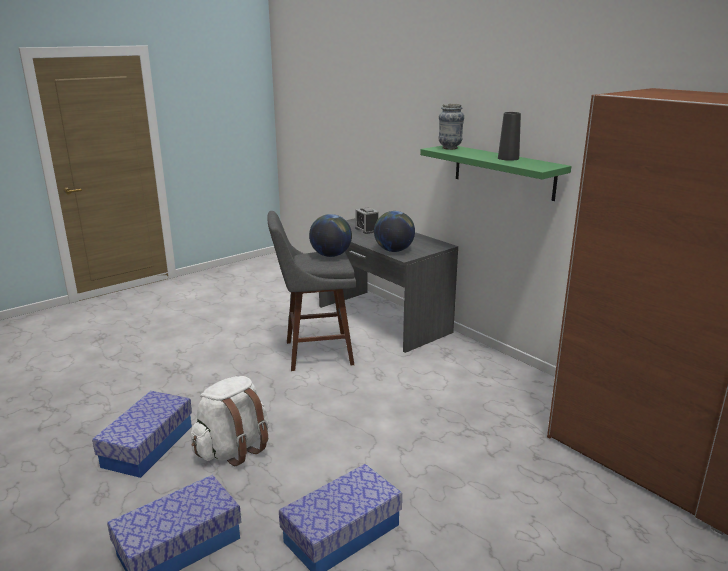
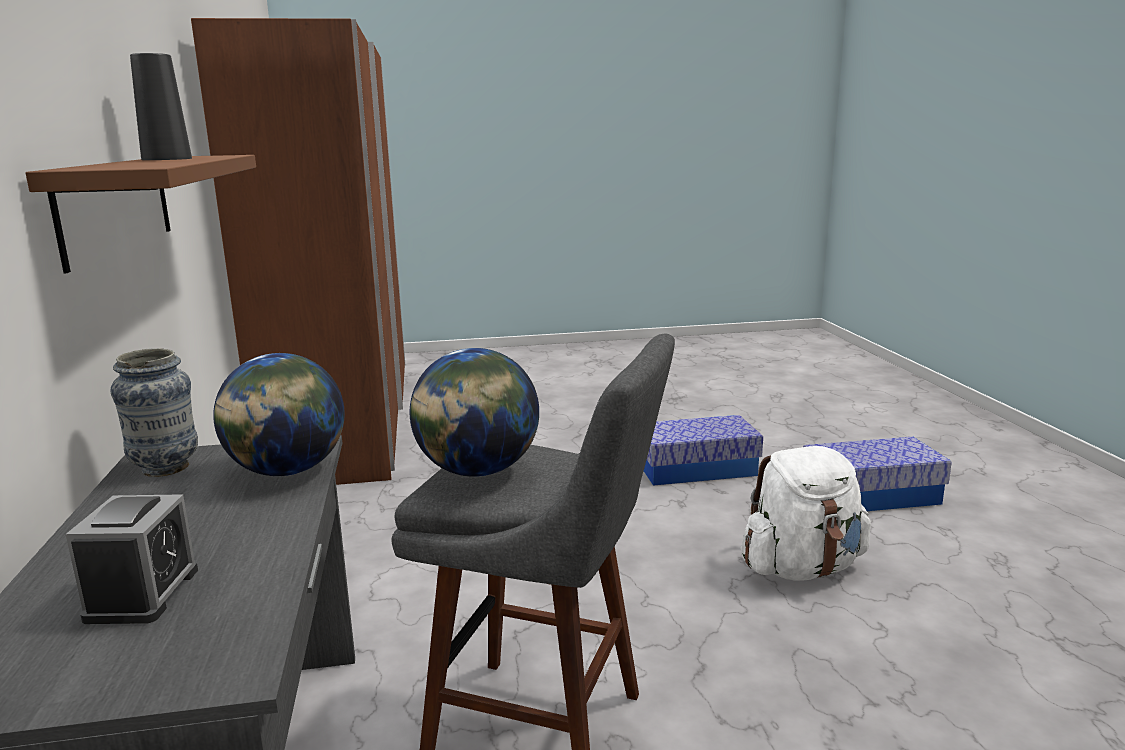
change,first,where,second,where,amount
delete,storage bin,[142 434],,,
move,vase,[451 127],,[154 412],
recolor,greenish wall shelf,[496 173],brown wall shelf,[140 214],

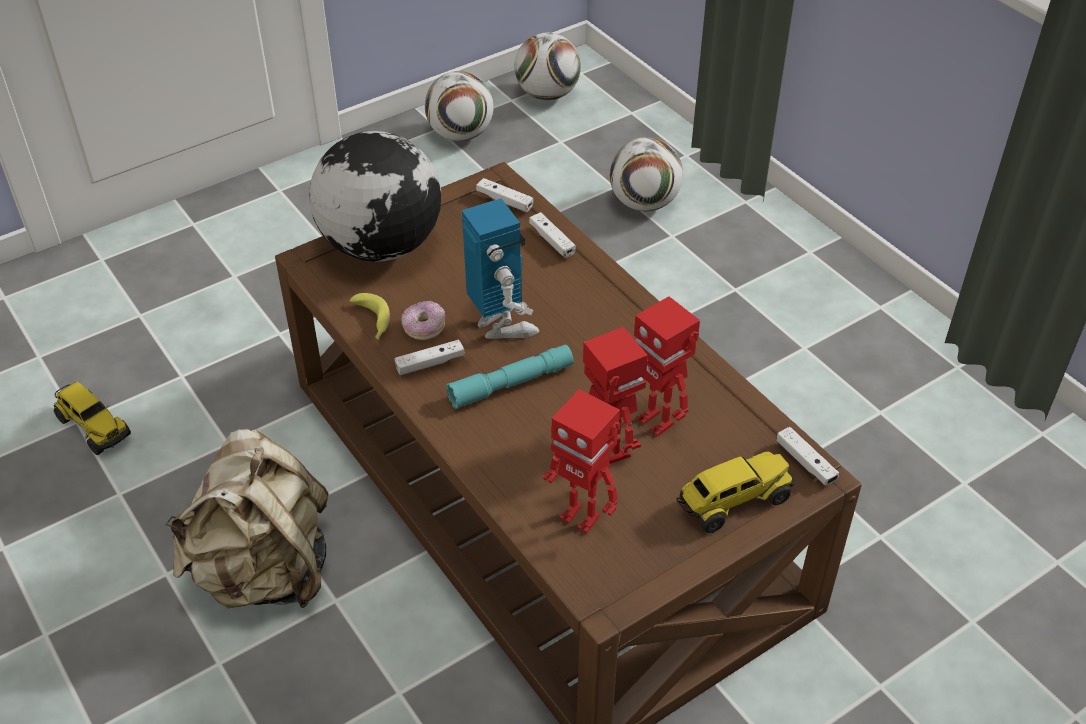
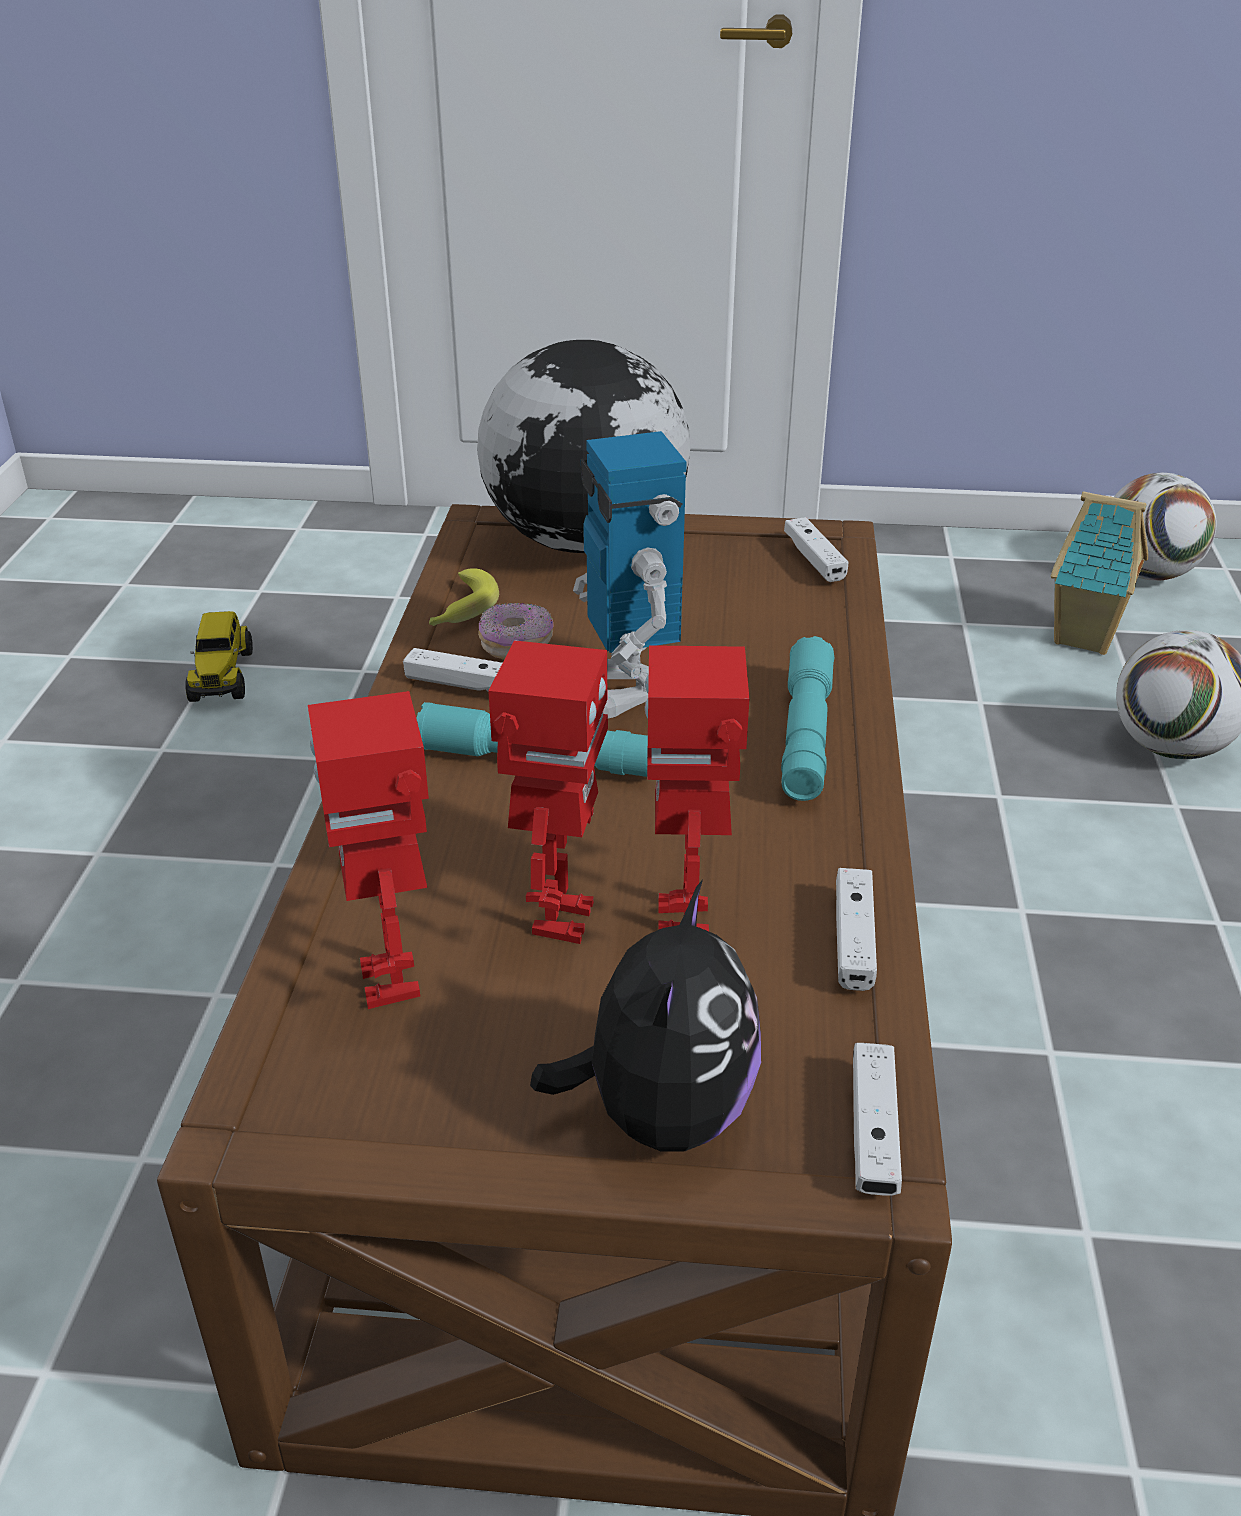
change,first,where,second,where,amount
delete,sand-coloured backpack,[247 518],,,
delete,football ball,[459 106],,,
insert,,,turquoise hand torch,[807 718],
insert,,,toy house,[1099 573],
move,whitish game controller,[552 235],,[856 929],
replace,model truck,[735 492],cuddly toy,[645 1015],
rotate,model robot,[500 268],,[630 575],150 degrees clockwise

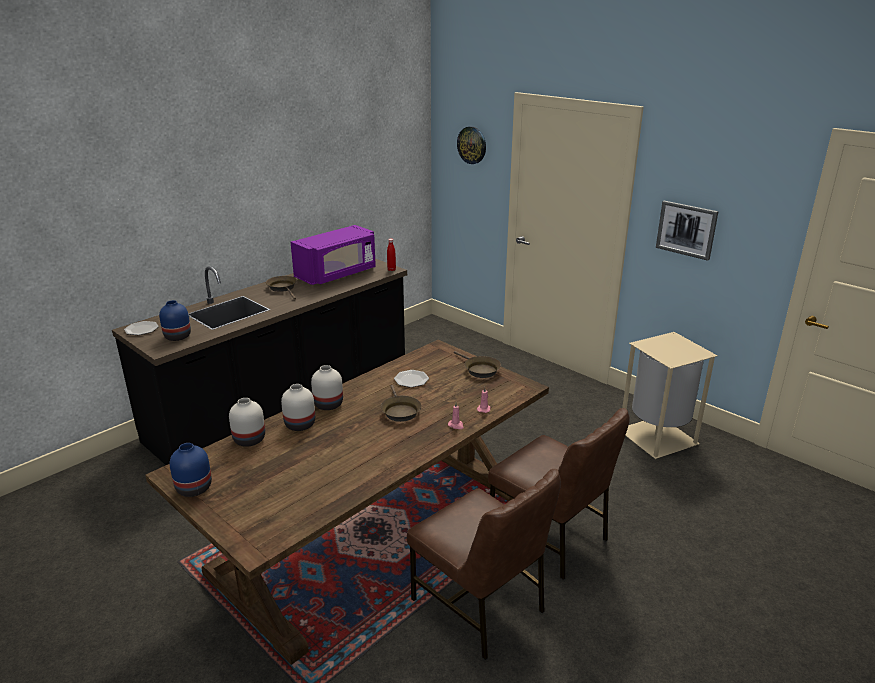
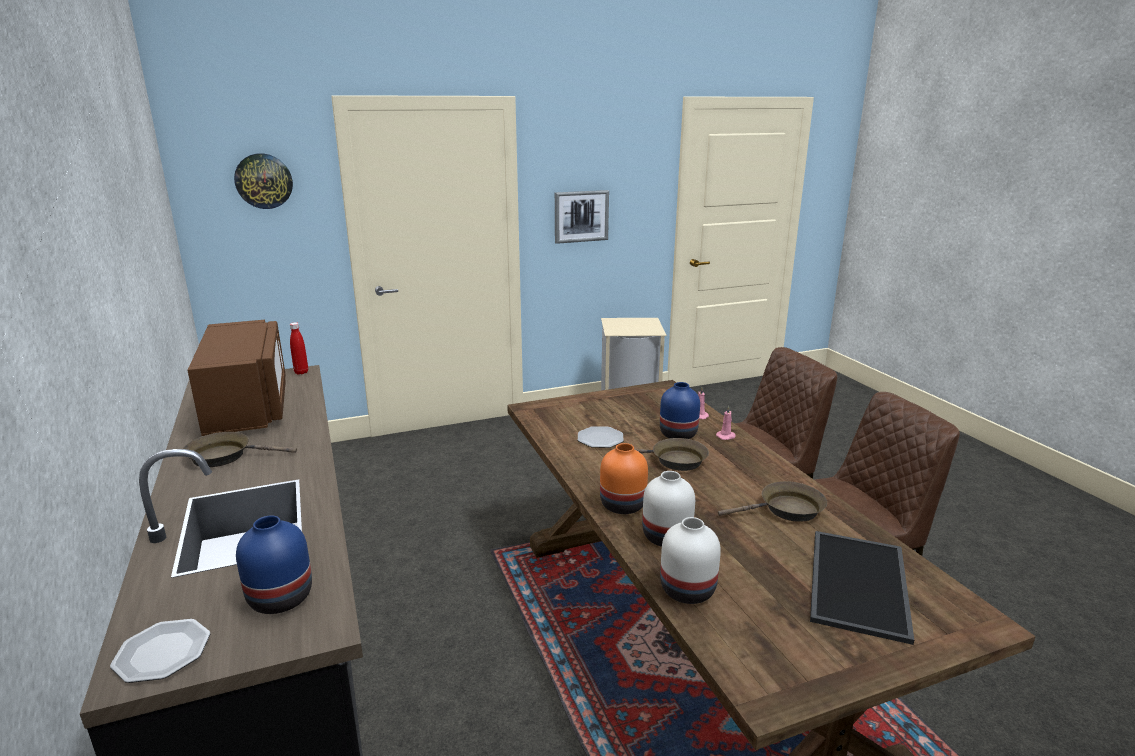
change,first,where,second,where,amount
insert,,,serving tray,[862 588],
move,blue-coloured vase,[191 470],,[680 410],
move,brown skillet,[477 364],,[772 501],
recolor,purple-coloured kitchen microwave,[333 255],brown kitchen microwave,[236 378],
recolor,whitish vase,[327 387],orangey vase,[624 478],

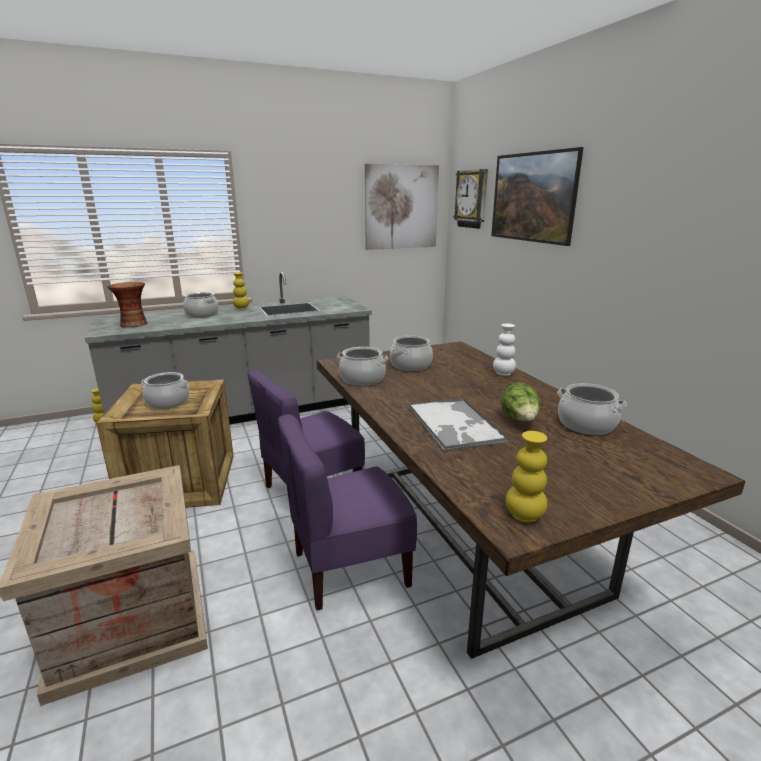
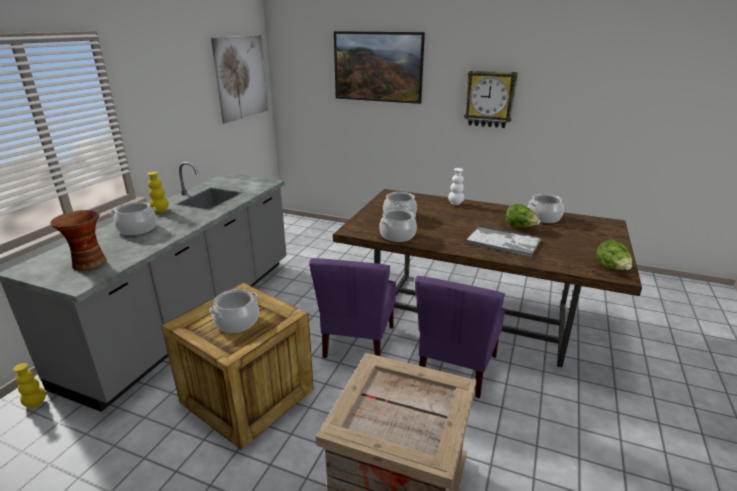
change,first,where,second,where,amount
move,wall clock,[471 199],,[491 99],
replace,yellowish vase,[526 477],lettuce,[614 254],

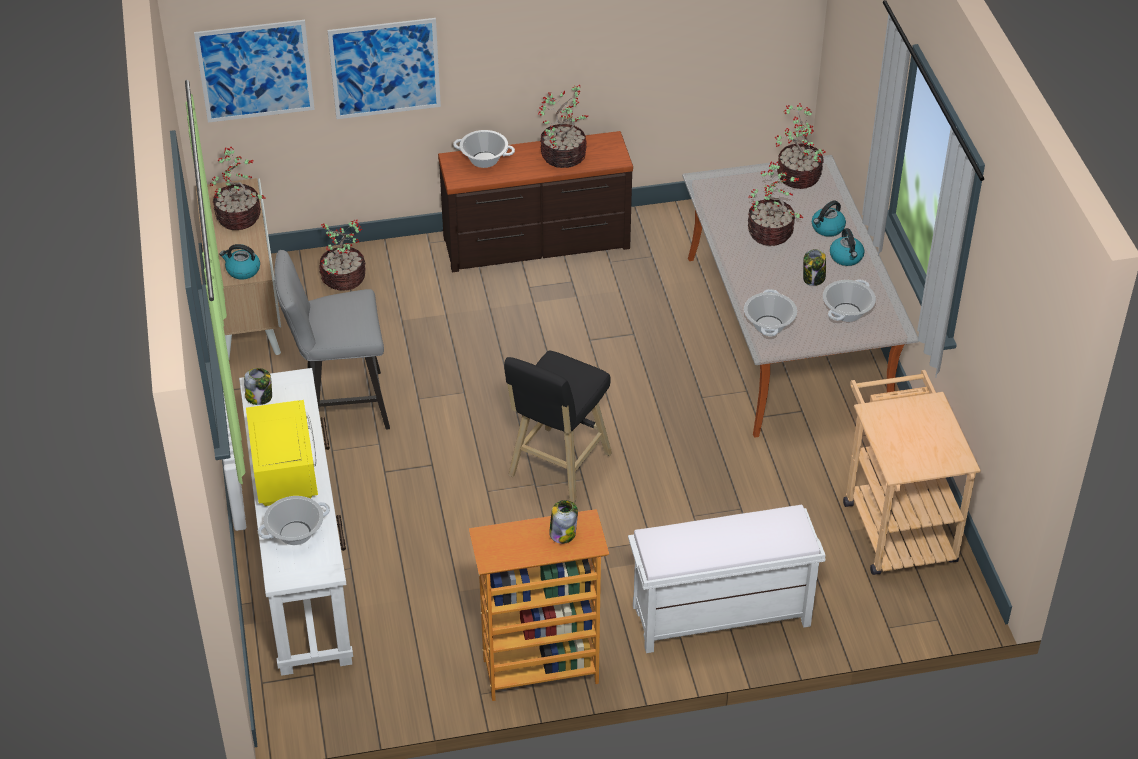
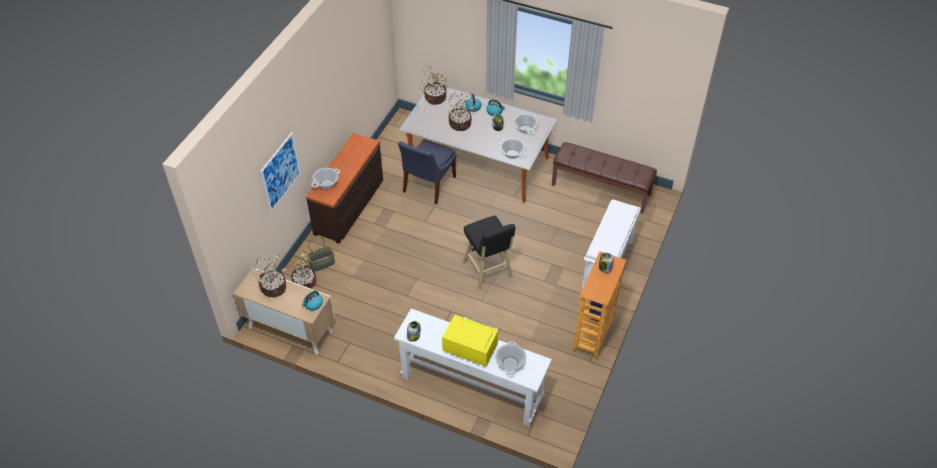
change,first,where,second,where,amount
delete,wall picture,[254 71],,,
delete,gray sitting stool,[332 340],,,
delete,potted plant,[563 126],,,
insert,,,storage basket,[321 254],
insert,,,blue-coloured upright chair,[427 172],
replace,sand-coloured cart,[912 472],brown bench,[604 178],

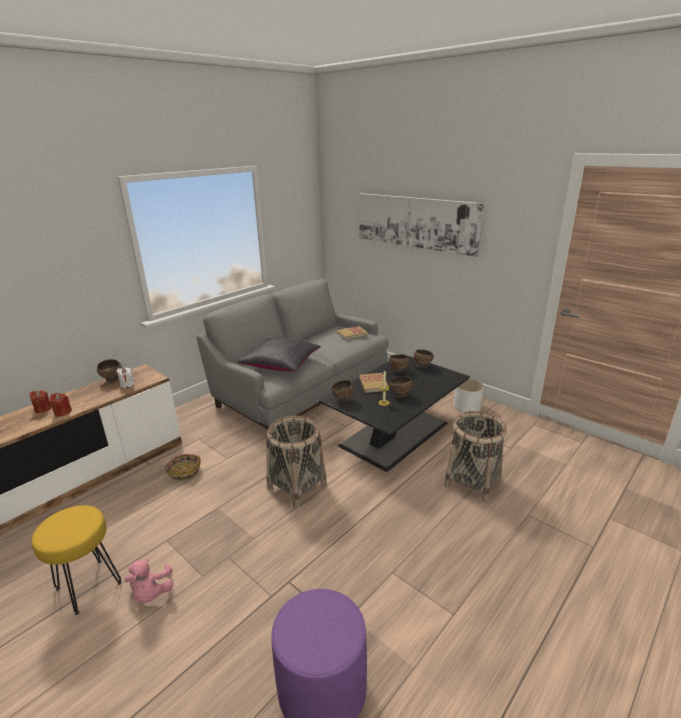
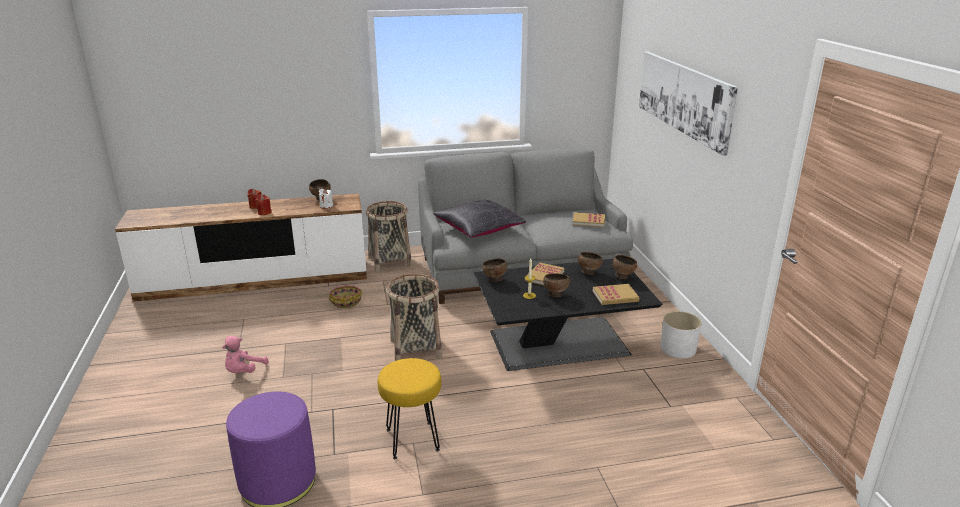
change,first,where,second,where,amount
insert,,,bound book,[616 294],
move,yellowish sitting stool,[77 560],,[409 408],
move,storage basket,[475 457],,[389 236],

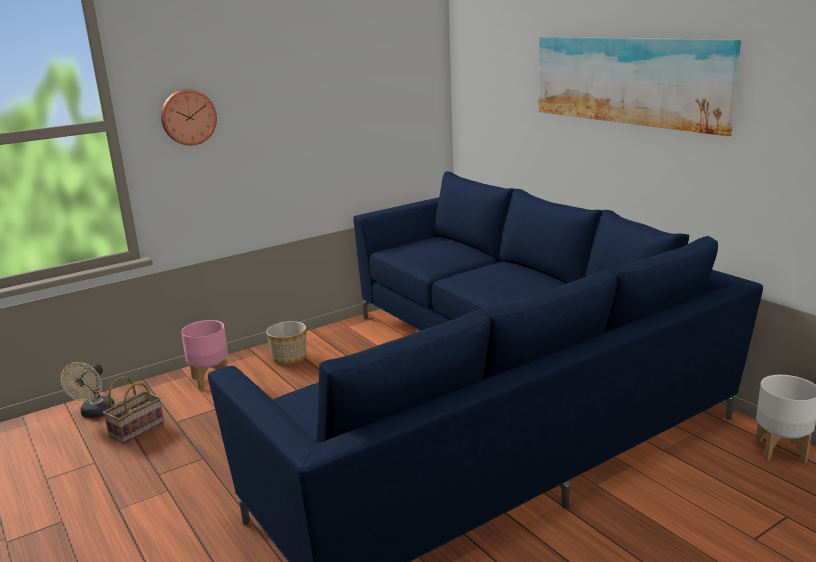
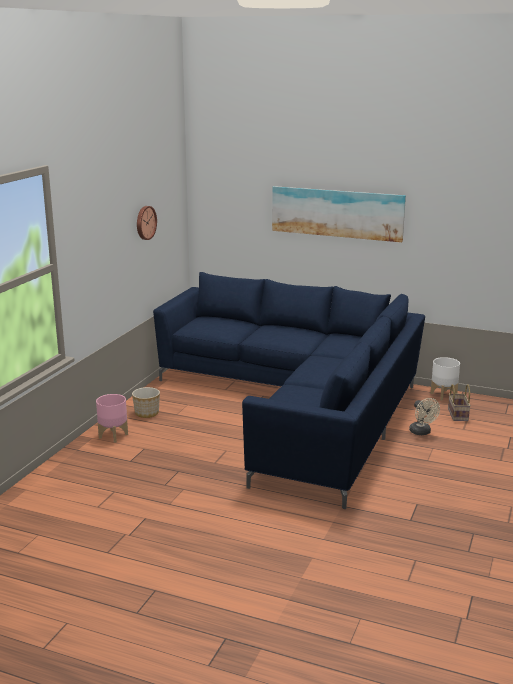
change,first,where,second,where,amount
move,sand-coloured fan,[87 390],,[424 416],
move,storage basket,[133 410],,[459 402],
move,wall clock,[189 117],,[147 223],

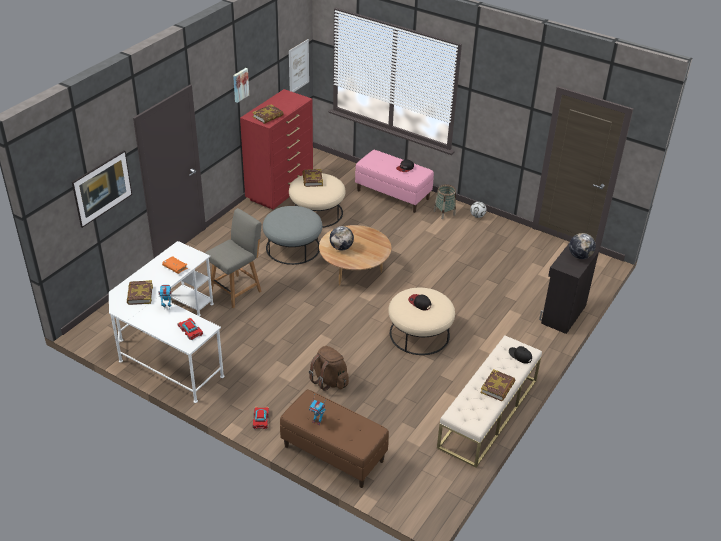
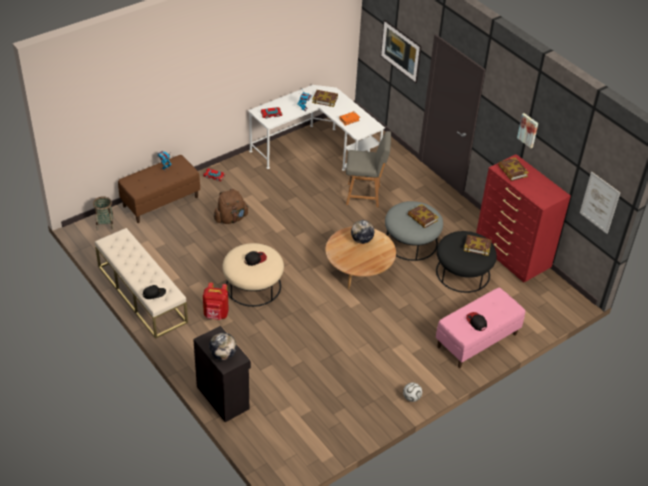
change,first,where,second,where,amount
insert,,,reddish backpack,[216 301],
move,storage basket,[445 201],,[103 213],
move,bound book,[497 385],,[423 216],
recolor,sand-coloured ottoman,[317 200],blackish ottoman,[466 262],
rotate,gray upright chair,[233 258],,[368 169],60 degrees counterclockwise

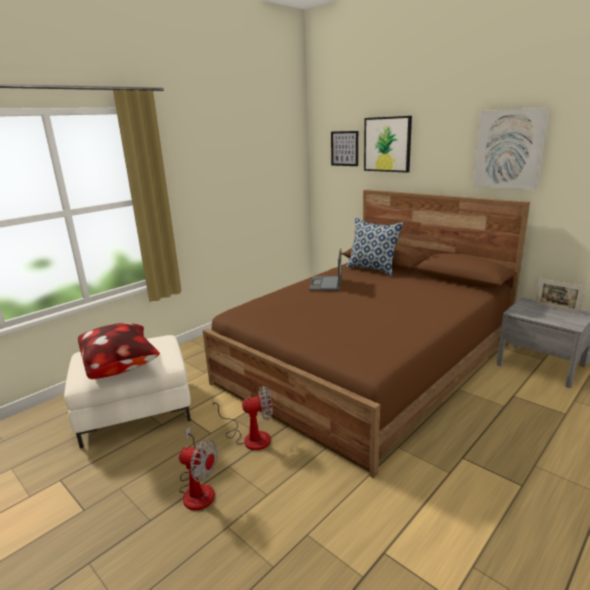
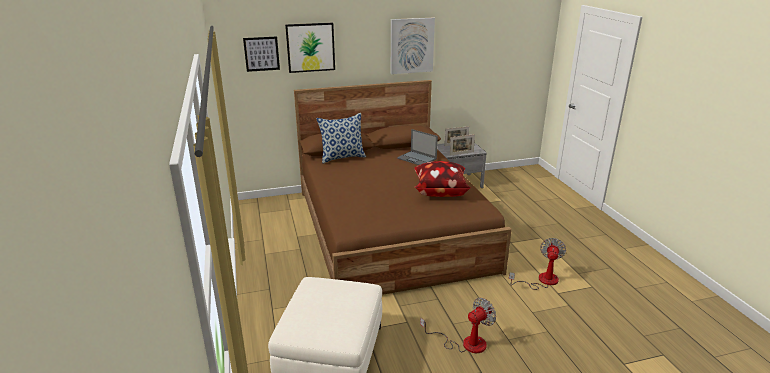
change,first,where,second,where,amount
insert,,,picture frame,[462 145],
move,pillow,[119 351],,[442 179],
move,fan,[242 418],,[537 264],
move,portable computer,[325 270],,[417 147],

